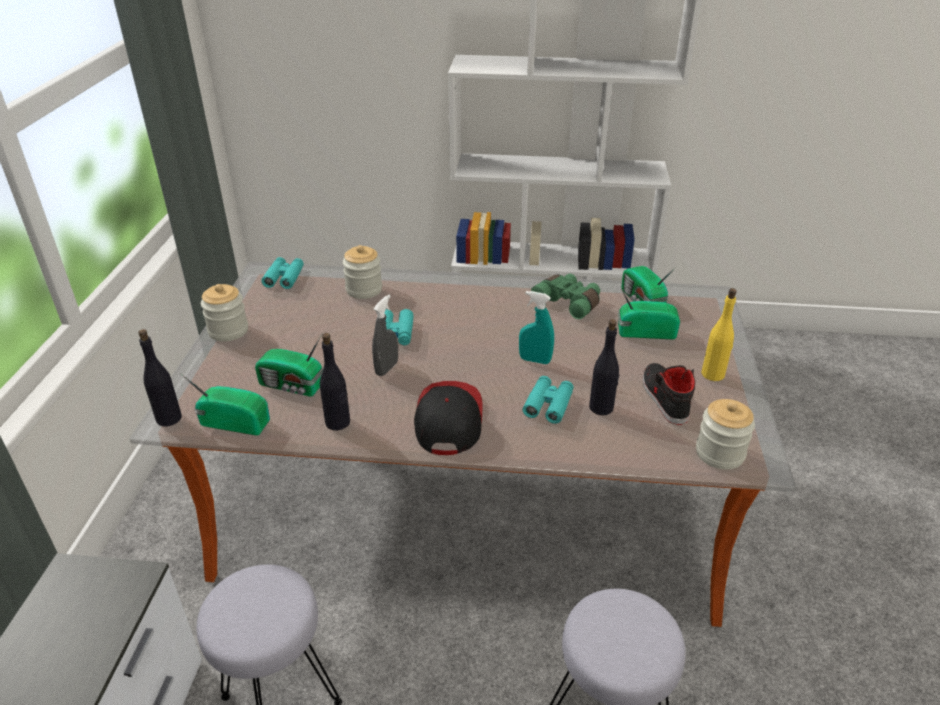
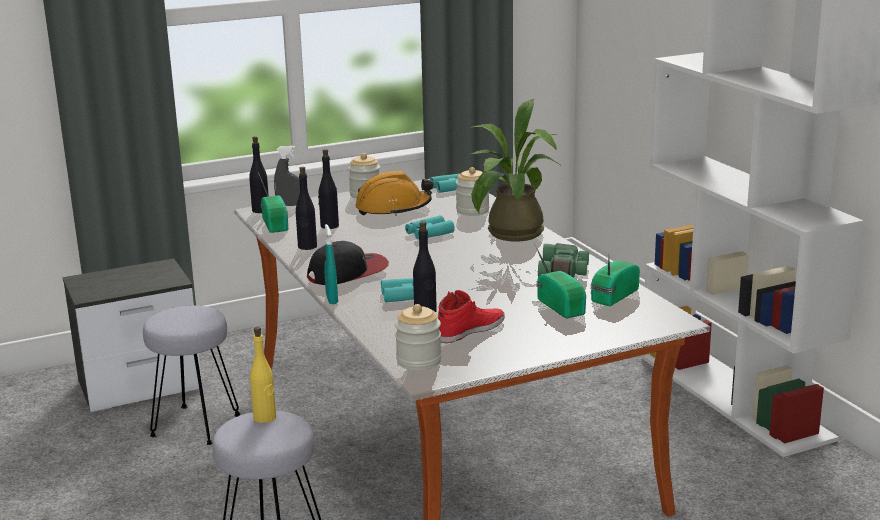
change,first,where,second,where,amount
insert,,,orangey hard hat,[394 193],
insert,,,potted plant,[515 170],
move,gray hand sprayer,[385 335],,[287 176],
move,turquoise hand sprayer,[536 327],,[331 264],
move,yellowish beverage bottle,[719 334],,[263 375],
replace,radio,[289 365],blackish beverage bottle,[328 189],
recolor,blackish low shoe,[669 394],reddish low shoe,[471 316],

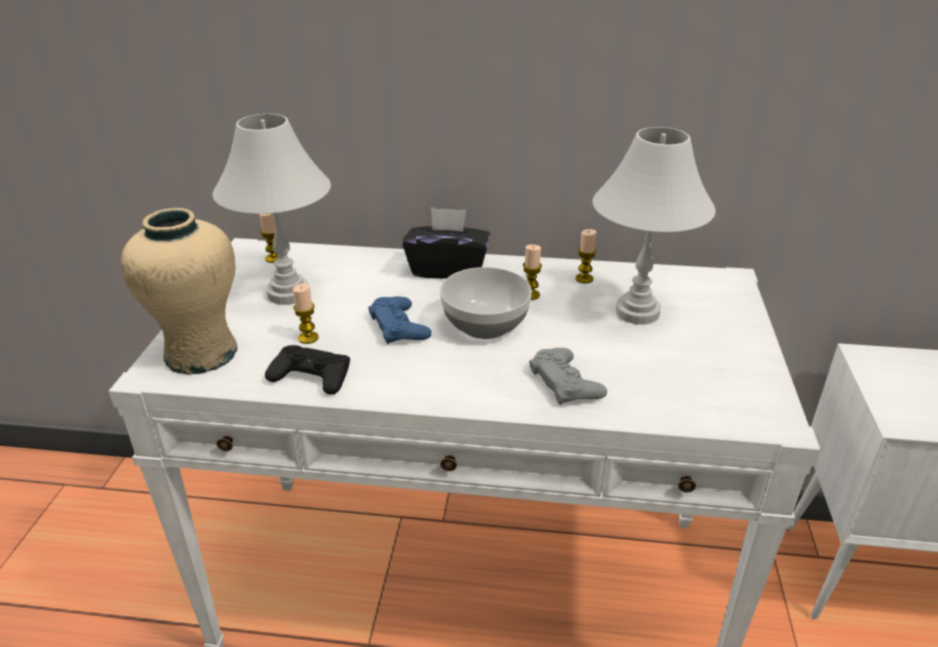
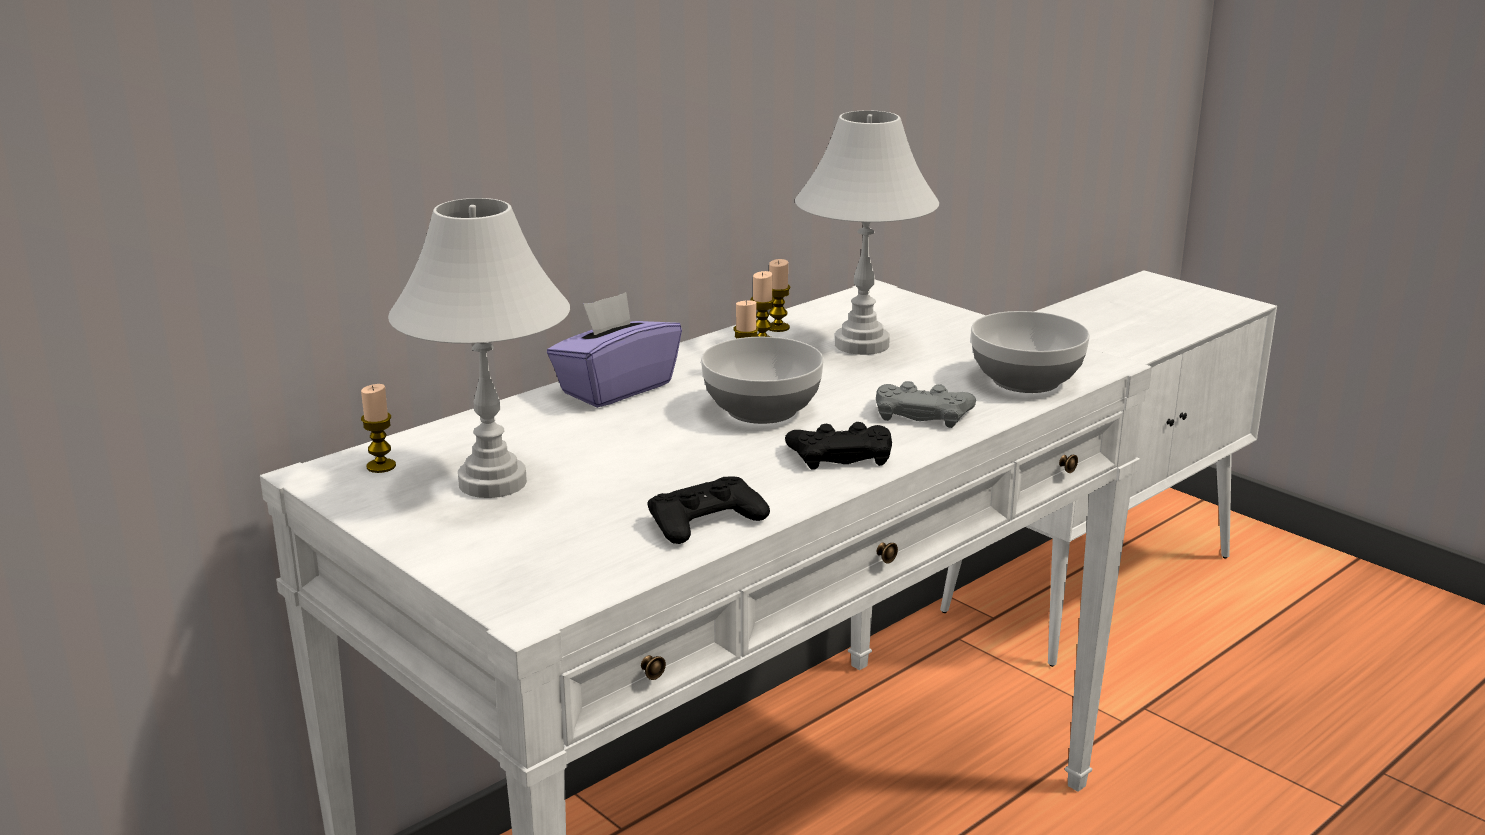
change,first,where,second,where,amount
delete,sand-coloured vase,[179 291],,,
delete,blue-coloured game controller,[399 320],,,
insert,,,blackish game controller,[838 446],
insert,,,bowl,[1030 352],
move,candle,[305 313],,[779 295],
recolor,blackish tissue box,[446 243],purple-coloured tissue box,[614 350],

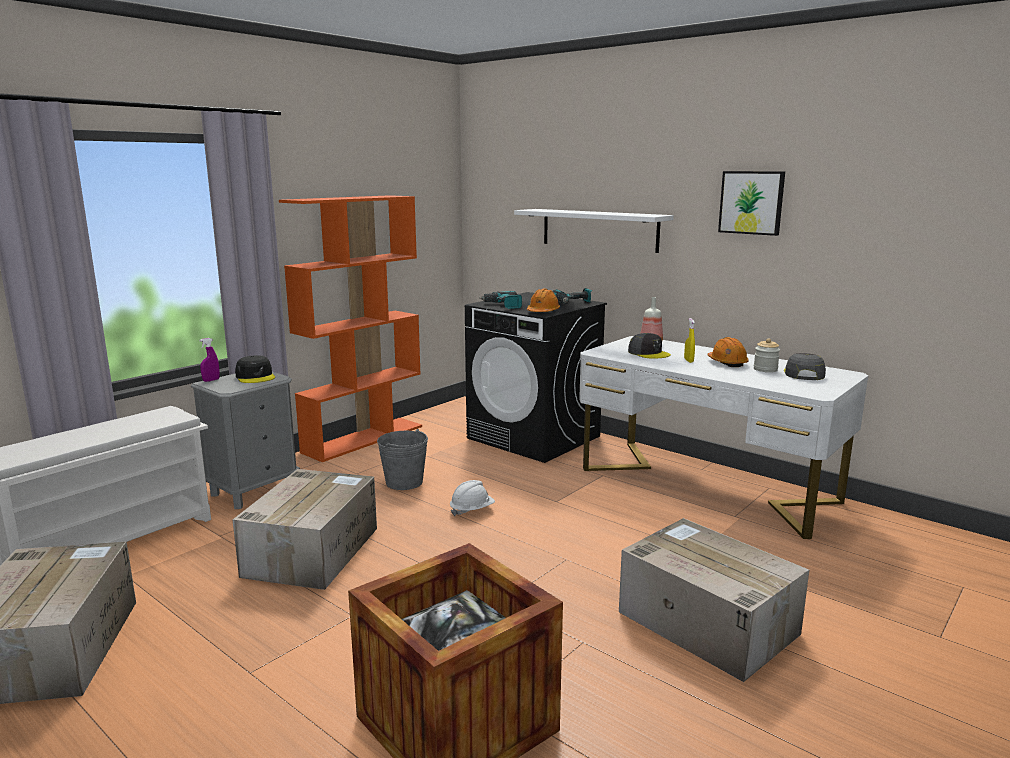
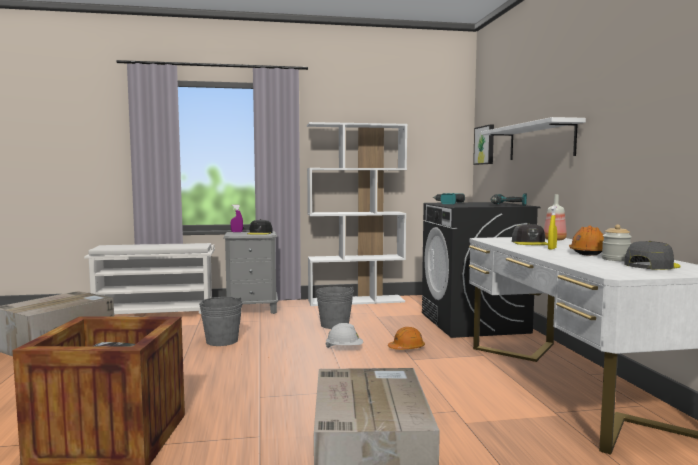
change,first,where,second,where,amount
move,orangey hard hat,[543 300],,[406 338],
move,wall picture,[751 203],,[483 144],
replace,cardboard box,[304 529],gray water bucket,[221 321],
recolor,orangey bookshelf,[350 328],whitish bookshelf,[357 214],

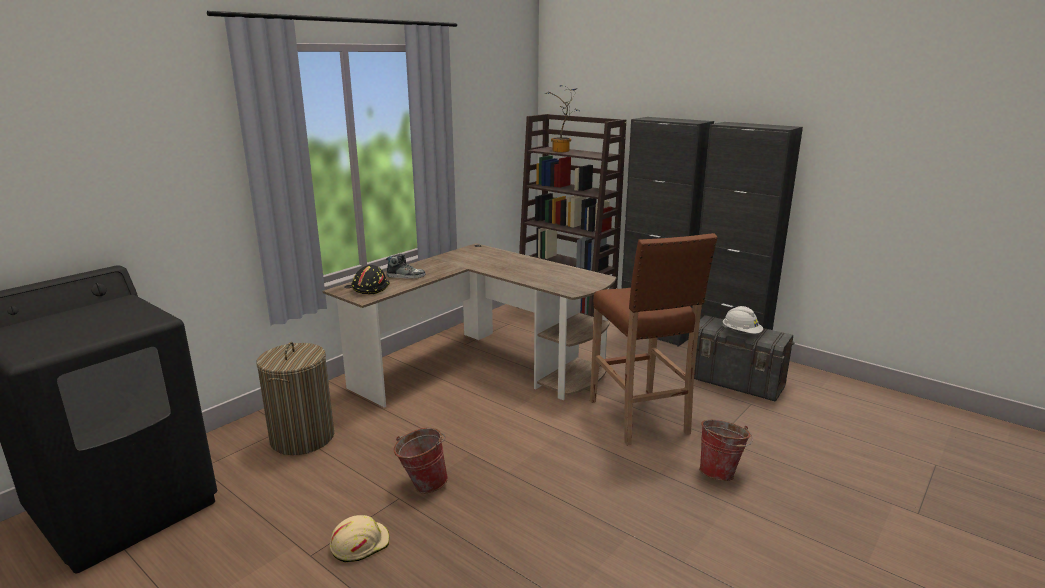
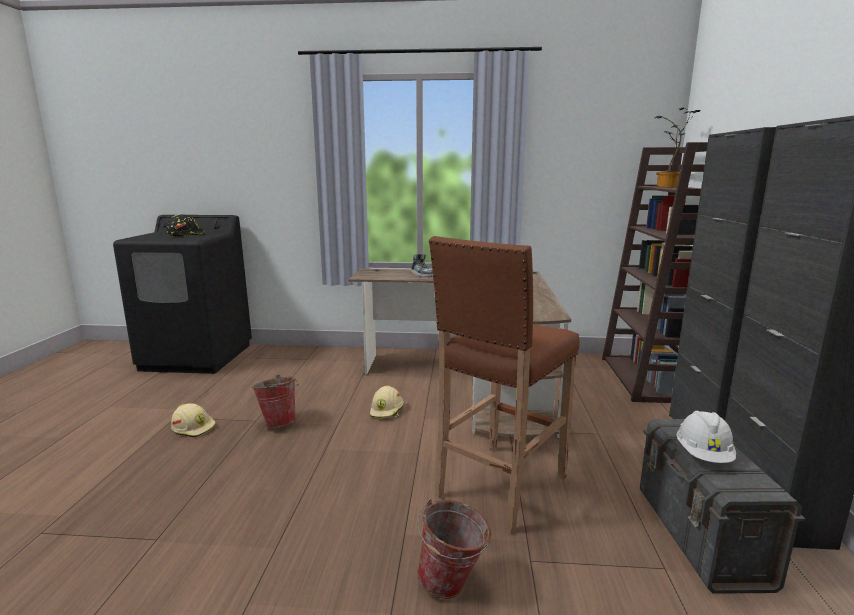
change,first,where,second,where,amount
delete,washing basket,[295 398],,,
insert,,,sand-coloured hard hat,[387 402],
move,blackish hard hat,[371 279],,[185 225],

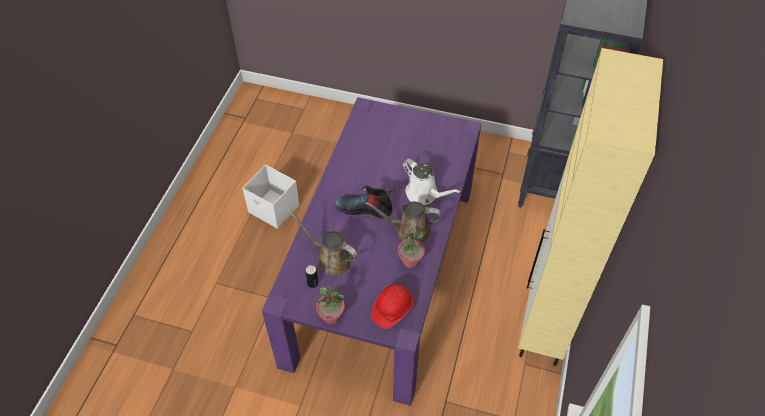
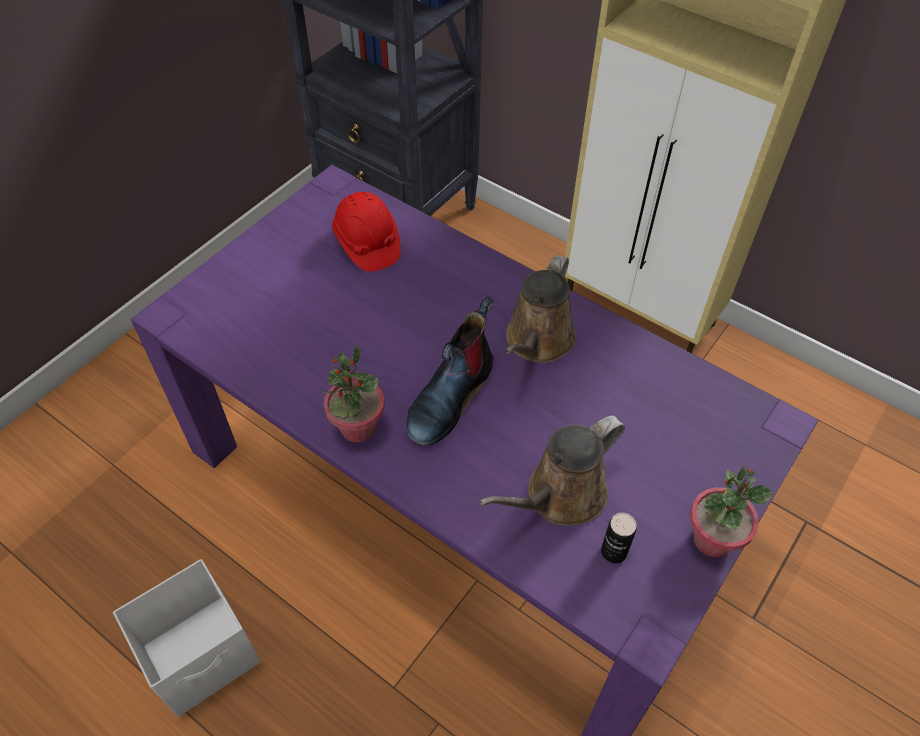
change,first,where,second,where,amount
delete,whitish sprinkling can,[431 182],,,
move,reddish hard hat,[392 306],,[366 232],
move,potted plant,[411 248],,[353 393],

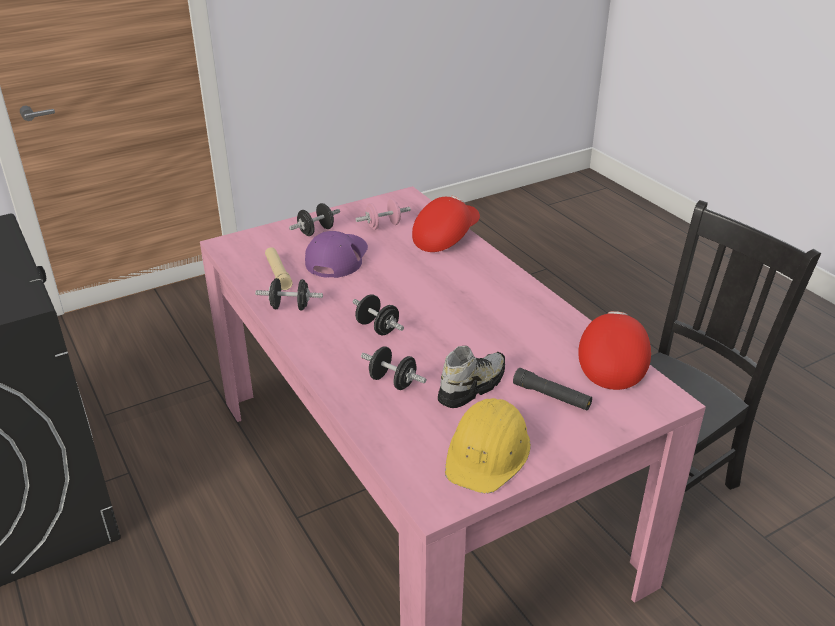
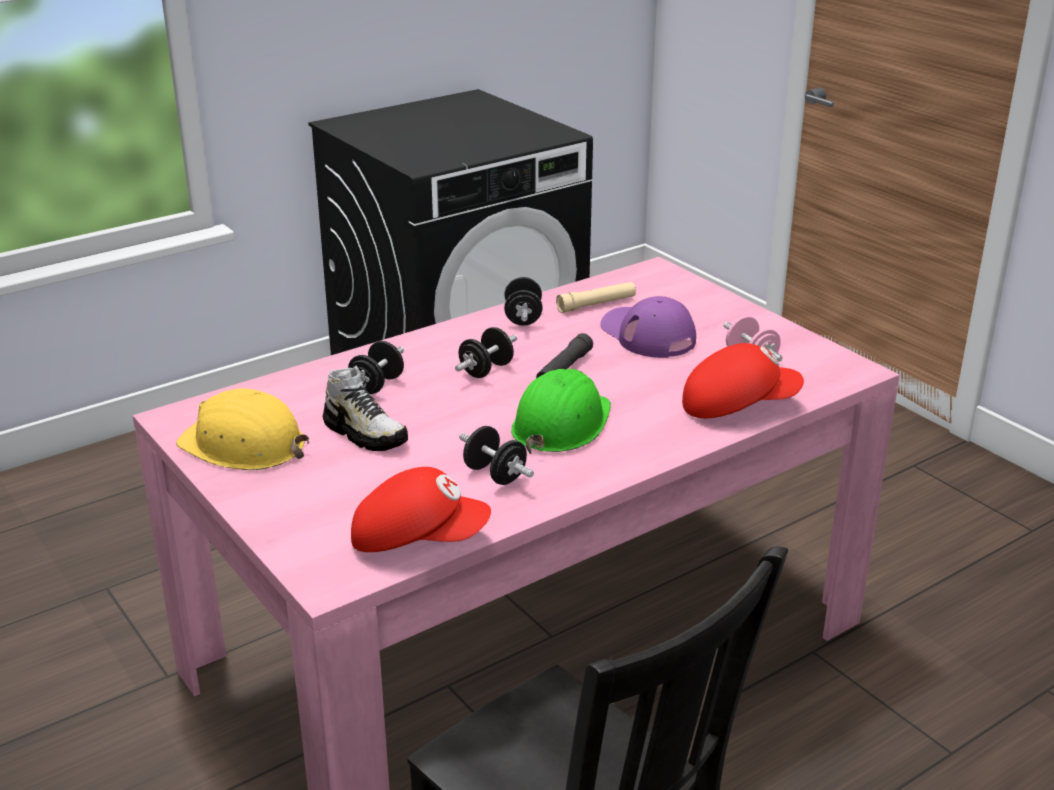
change,first,where,second,where,amount
insert,,,greenish hard hat,[561 411],
move,blackish free weight,[314 219],,[496 455],
move,blackish hand torch,[552 389],,[564 355],
rotate,purple-coloured peaked cap,[336 254],,[648 327],135 degrees counterclockwise
rotate,reddish peaked cap,[446 224],,[743 380],45 degrees counterclockwise

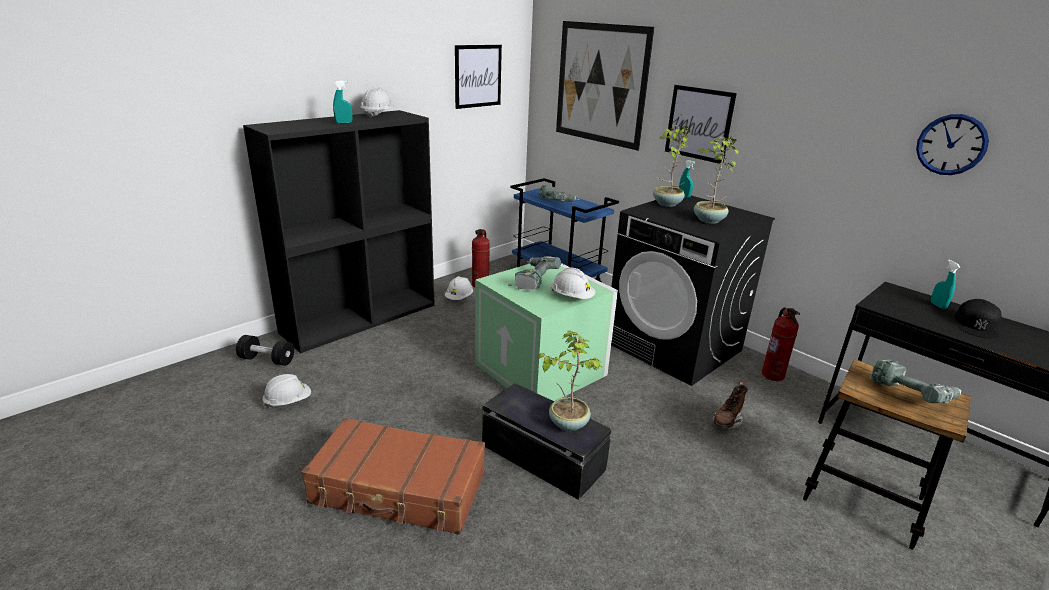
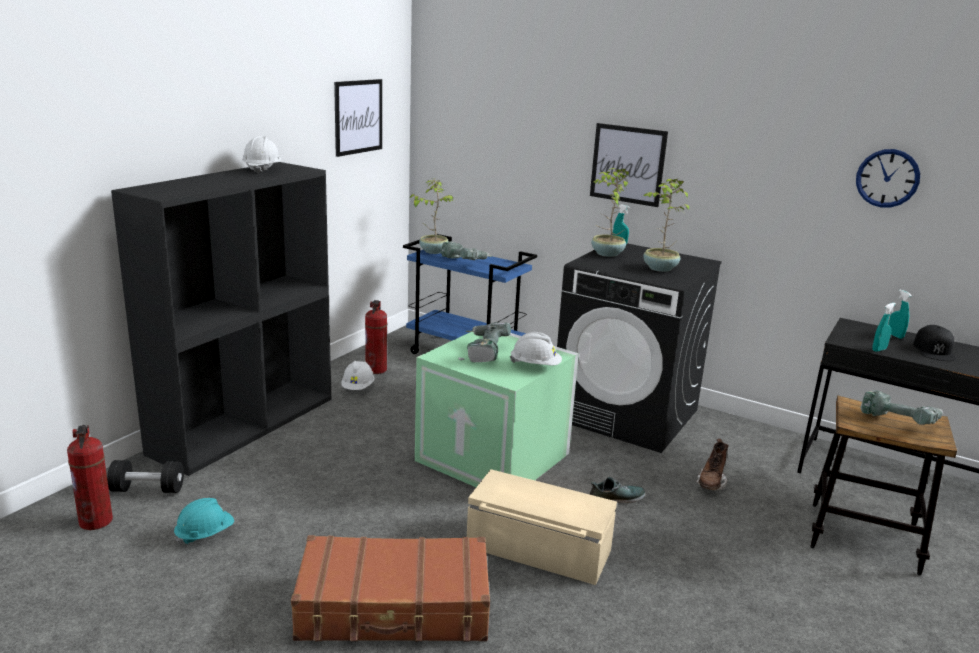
change,first,where,second,where,amount
delete,wall picture,[605 86],,,
insert,,,low shoe,[617 490],
move,turquoise hand sprayer,[342 102],,[884 327],
move,potted plant,[570 381],,[431 216],
move,fire-fighting cylinder,[781 344],,[90 477],
recolor,whitish hard hat,[286 391],turquoise hard hat,[204 521],
recolor,blackish storage bin,[547 441],sand-coloured storage bin,[542 527],

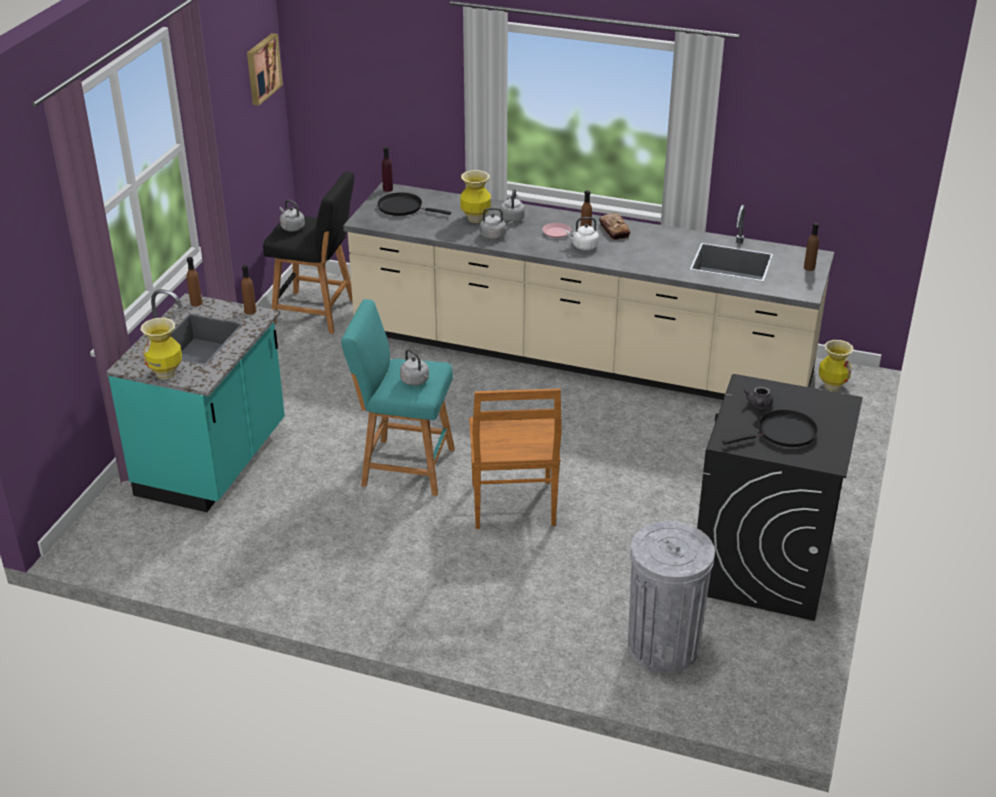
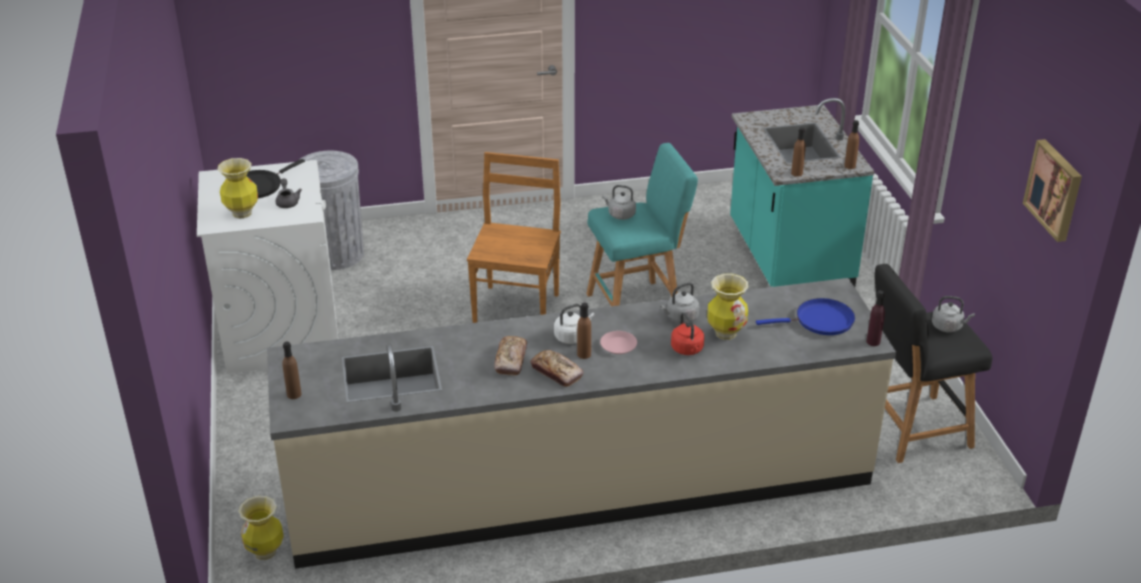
change,first,where,second,where,amount
insert,,,baked bread,[510 356],
move,vase,[161 348],,[238 188],
recolor,blackish skillet,[414 204],blue-coloured skillet,[805 316],
recolor,gray kettle,[512 205],reddish kettle,[687 333],
recolor,blackish laundry appliance,[780 497],whitish laundry appliance,[267 267],
rotate,brown upright chair,[515 458],,[514 237],45 degrees clockwise

